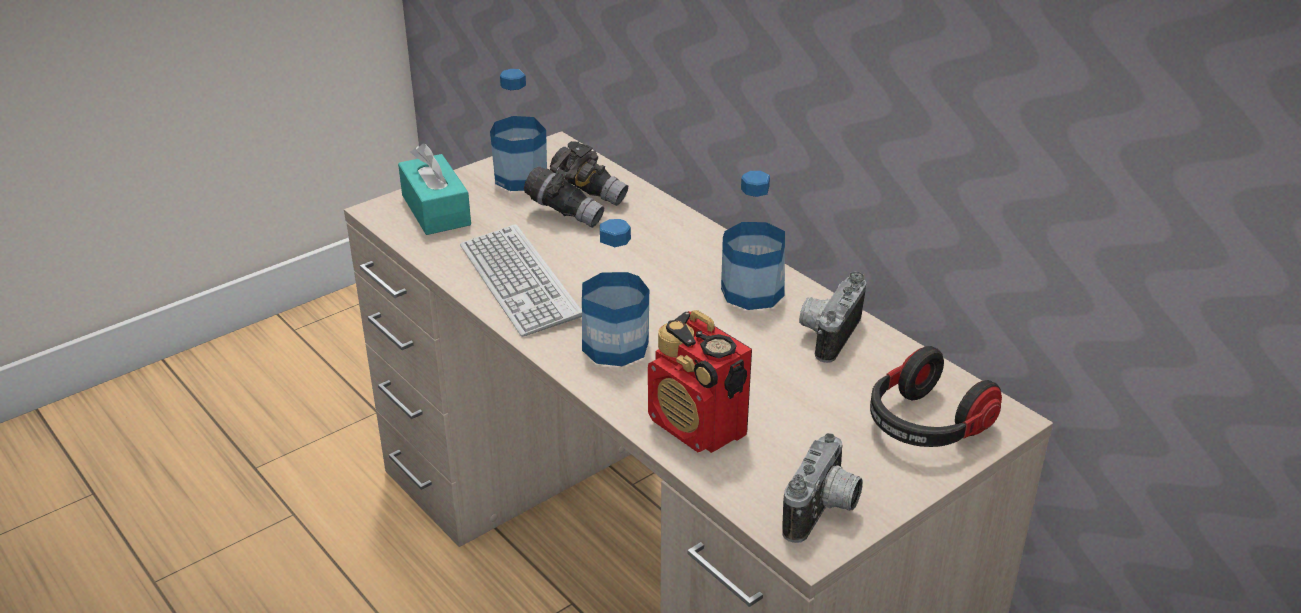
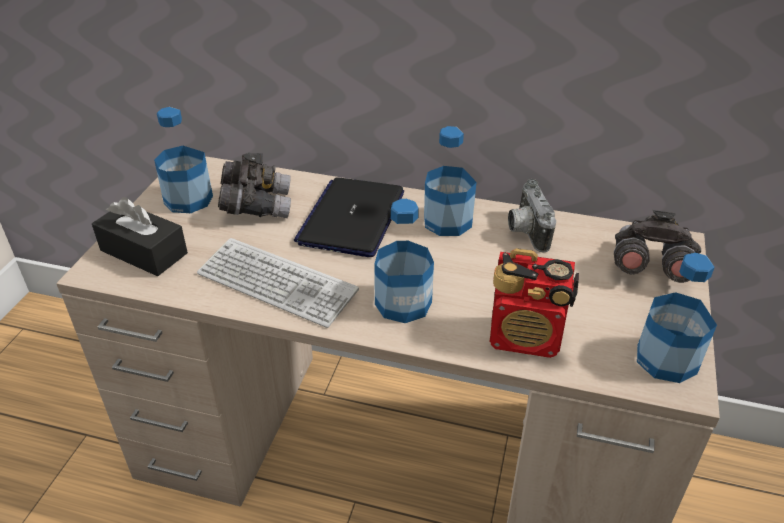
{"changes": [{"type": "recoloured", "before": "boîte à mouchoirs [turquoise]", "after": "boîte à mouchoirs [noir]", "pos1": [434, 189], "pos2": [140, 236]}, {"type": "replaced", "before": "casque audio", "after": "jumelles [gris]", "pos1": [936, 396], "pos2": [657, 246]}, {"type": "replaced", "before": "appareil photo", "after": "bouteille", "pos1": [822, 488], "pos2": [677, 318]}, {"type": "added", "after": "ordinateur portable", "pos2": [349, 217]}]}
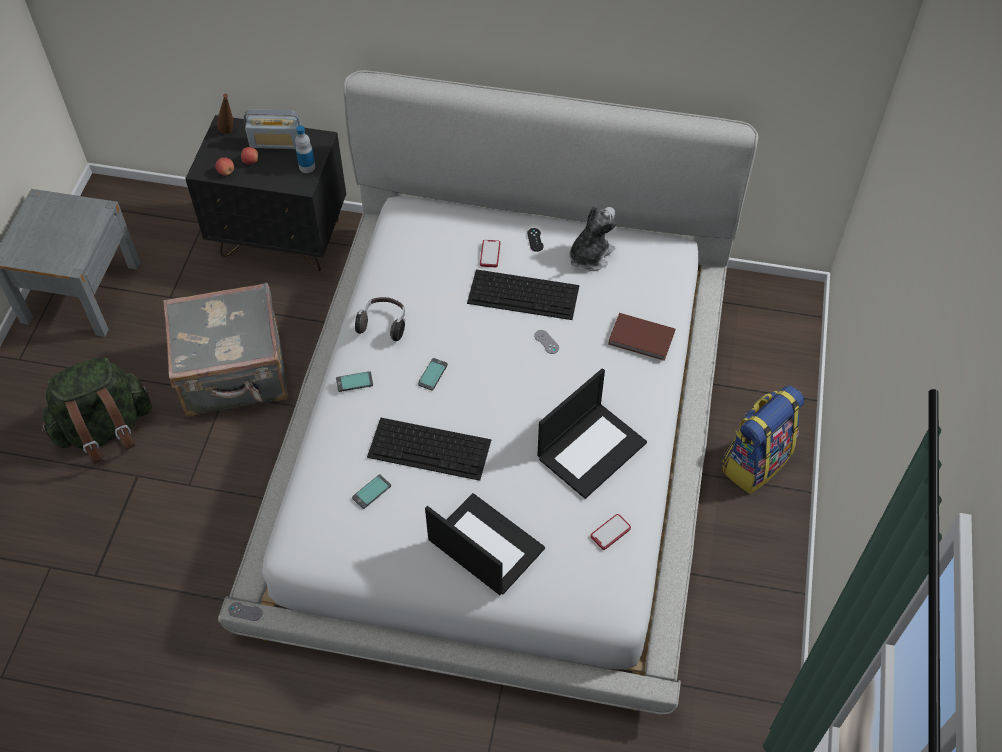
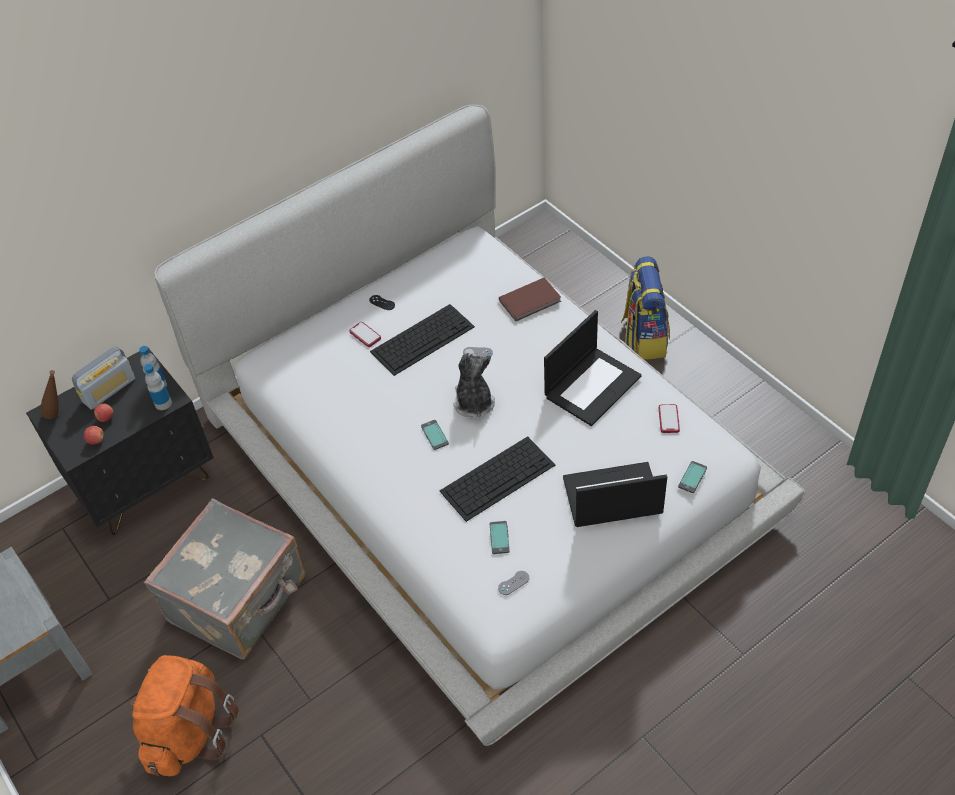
{"changes": [{"type": "moved", "before": "peluche", "pos1": [592, 238], "pos2": [474, 383]}, {"type": "removed", "before": "casque audio", "pos1": [380, 319]}, {"type": "recoloured", "before": "sac à dos [vert]", "after": "sac à dos [orange]", "pos1": [97, 411], "pos2": [185, 716]}, {"type": "turned", "before": "ordinateur portable", "pos1": [592, 433], "pos2": [593, 368], "turn": 45}, {"type": "moved", "before": "téléphone", "pos1": [354, 381], "pos2": [692, 477]}, {"type": "moved", "before": "manette [gris]", "pos1": [245, 611], "pos2": [513, 583]}, {"type": "added", "after": "bouteille", "pos2": [158, 387]}]}
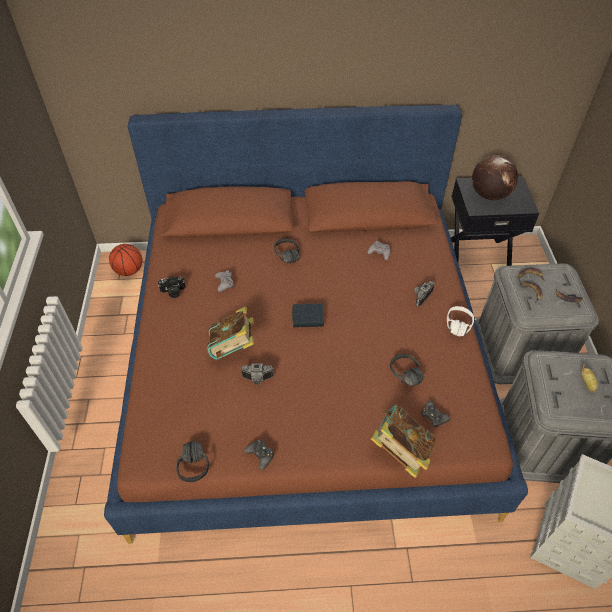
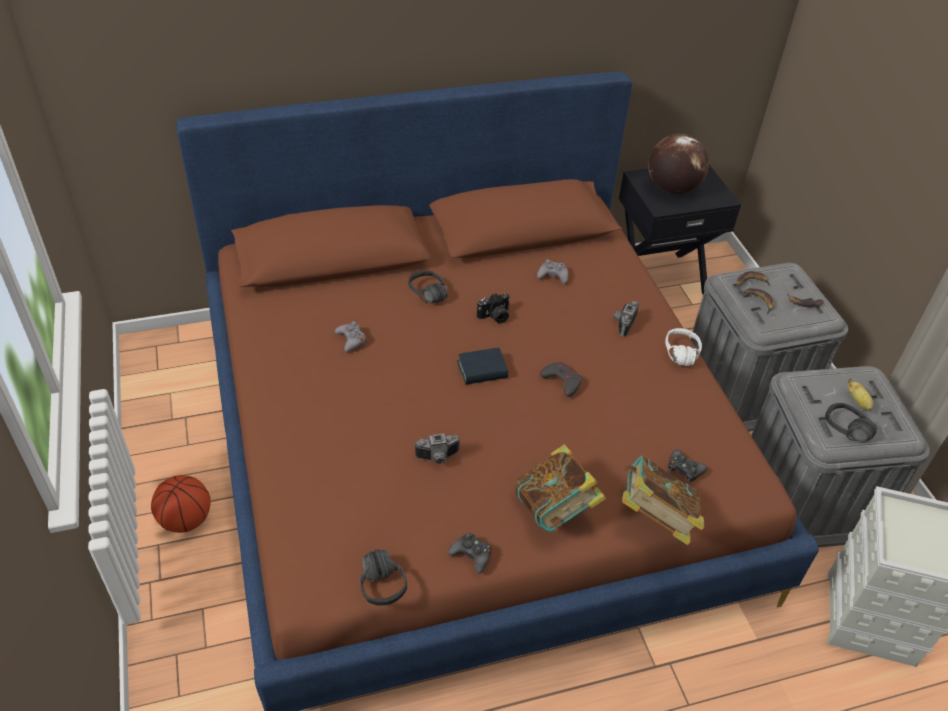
{"changes": [{"type": "moved", "before": "ballon de basket", "pos1": [126, 260], "pos2": [181, 504]}, {"type": "moved", "before": "appareil photo", "pos1": [171, 287], "pos2": [493, 308]}, {"type": "moved", "before": "livre", "pos1": [230, 333], "pos2": [560, 488]}, {"type": "moved", "before": "casque audio [noir]", "pos1": [407, 370], "pos2": [851, 422]}, {"type": "added", "after": "manette [gris]", "pos2": [561, 379]}]}
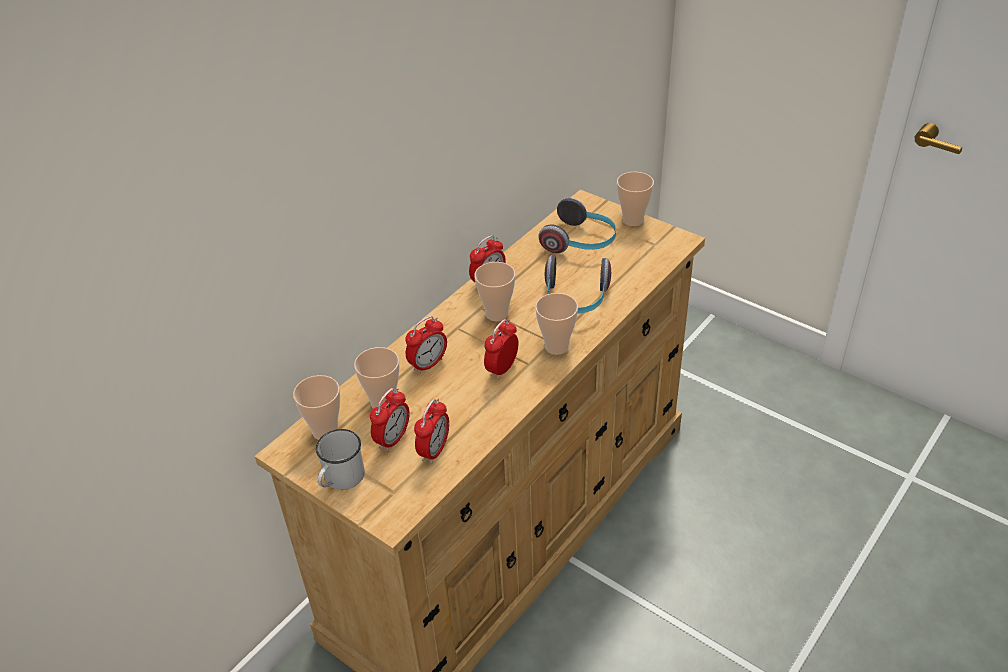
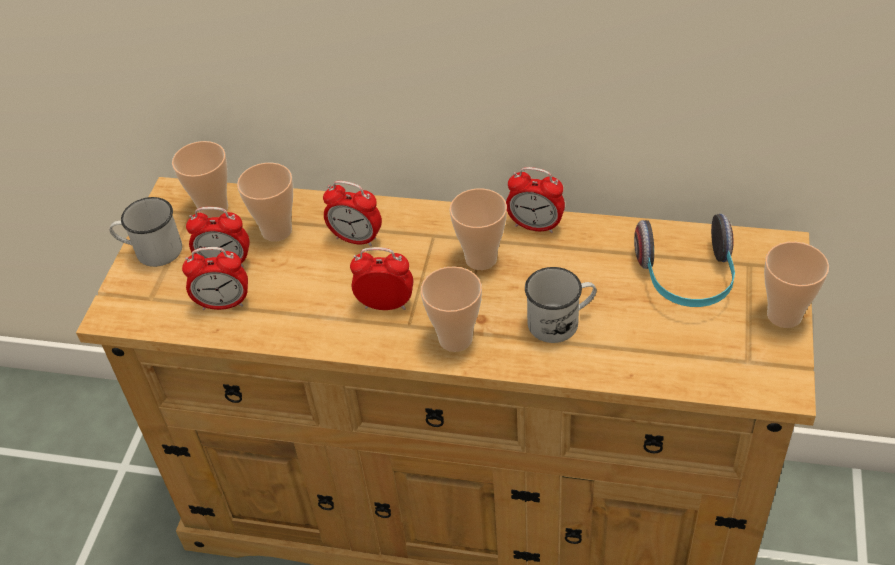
{"changes": [{"type": "replaced", "before": "casque audio", "after": "mug [blanc]", "pos1": [578, 284], "pos2": [561, 305]}]}
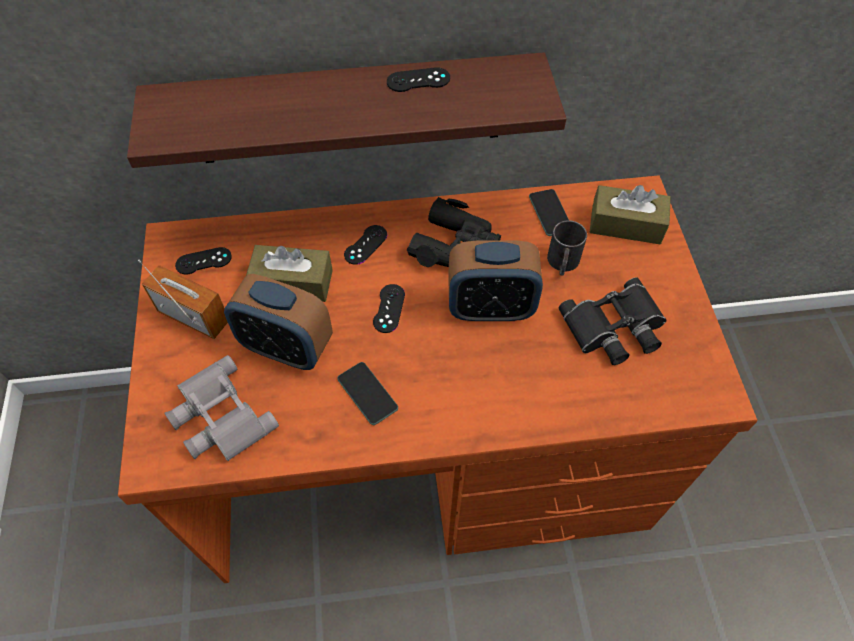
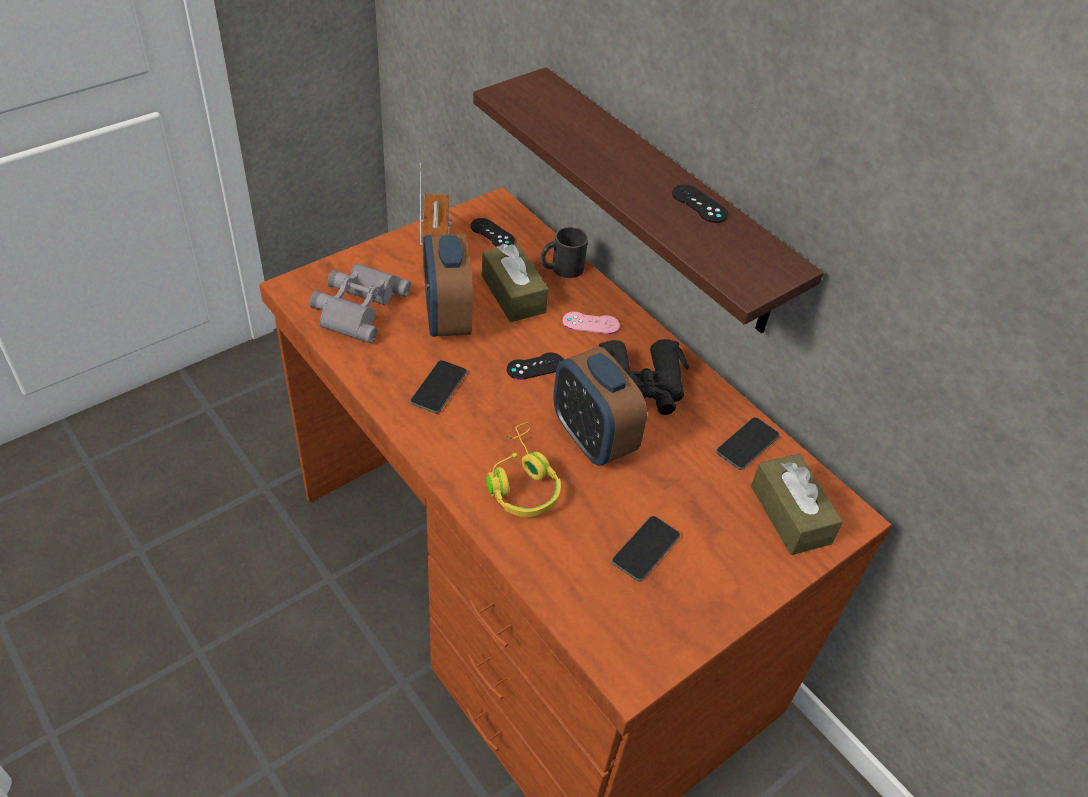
{"changes": [{"type": "moved", "before": "mug [noir]", "pos1": [567, 247], "pos2": [564, 252]}, {"type": "recoloured", "before": "manette [noir]", "after": "manette [rose]", "pos1": [365, 245], "pos2": [591, 323]}, {"type": "replaced", "before": "jumelles [noir]", "after": "téléphone", "pos1": [612, 321], "pos2": [646, 548]}, {"type": "added", "after": "casque audio [jaune]", "pos2": [523, 469]}]}
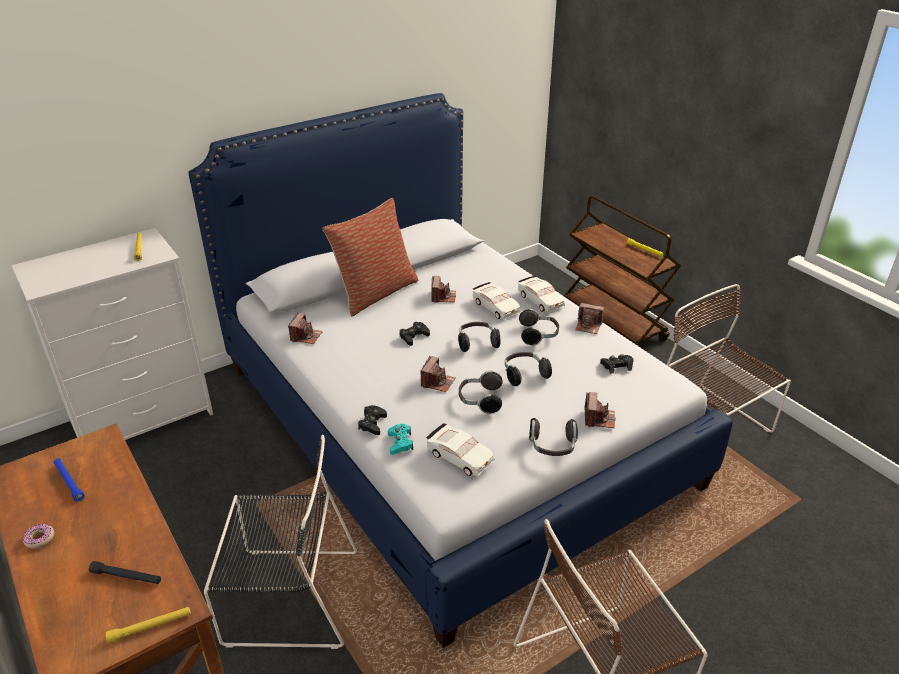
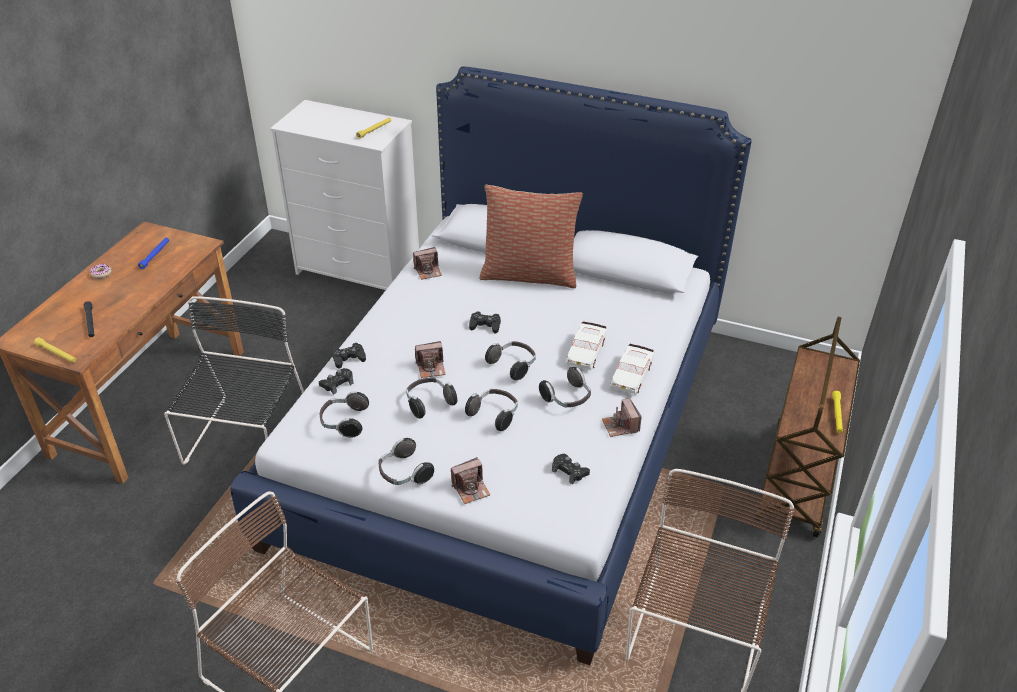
{"changes": [{"type": "removed", "before": "appareil photo", "pos1": [443, 289]}, {"type": "replaced", "before": "petite voiture [blanc]", "after": "casque audio", "pos1": [460, 449], "pos2": [344, 414]}, {"type": "recoloured", "before": "manette [turquoise]", "after": "manette [noir]", "pos1": [400, 439], "pos2": [336, 381]}, {"type": "turned", "before": "chaise [noir]", "pos1": [280, 542], "pos2": [234, 380], "turn": -135}]}
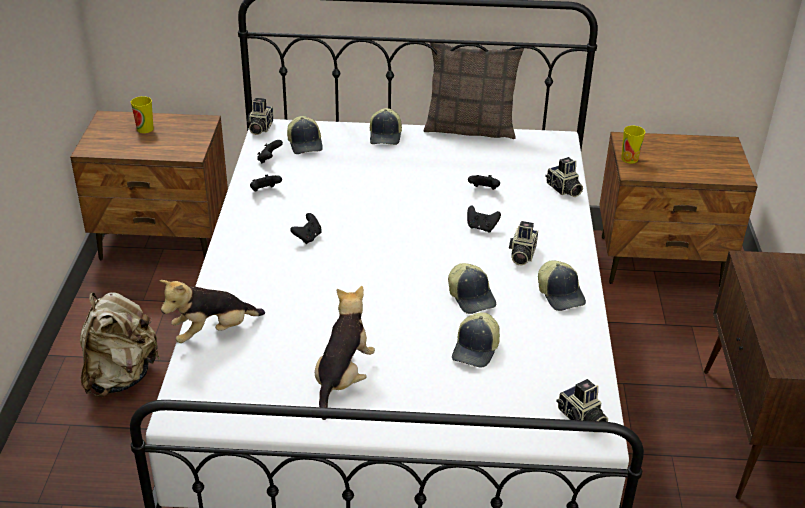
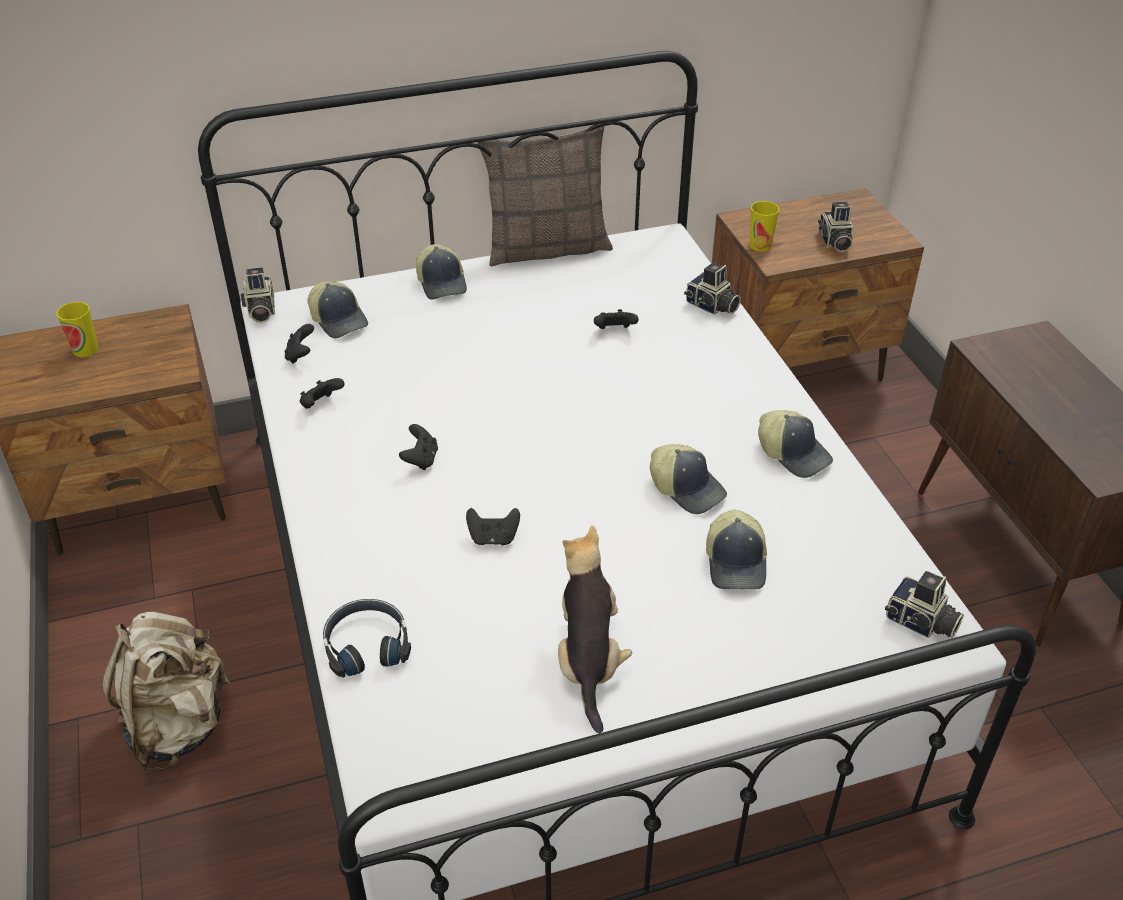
{"changes": [{"type": "moved", "before": "manette [noir]", "pos1": [484, 219], "pos2": [493, 526]}, {"type": "moved", "before": "appareil photo", "pos1": [523, 243], "pos2": [835, 227]}, {"type": "replaced", "before": "peluche", "after": "casque audio [noir]", "pos1": [212, 311], "pos2": [367, 638]}]}
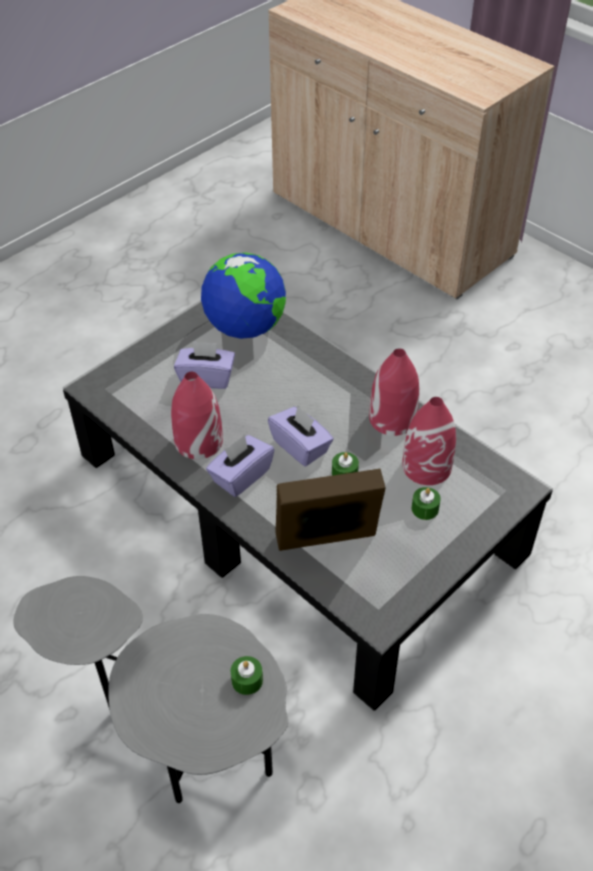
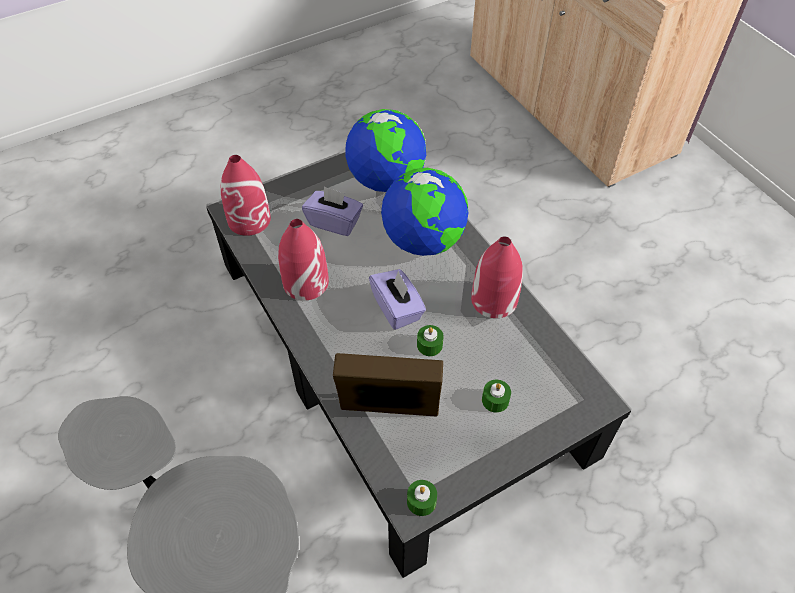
{"changes": [{"type": "moved", "before": "vase [rouge]", "pos1": [429, 441], "pos2": [245, 195]}, {"type": "removed", "before": "boîte à mouchoirs [violet]", "pos1": [240, 466]}, {"type": "moved", "before": "bougie [vert]", "pos1": [247, 675], "pos2": [422, 498]}, {"type": "added", "after": "globe", "pos2": [424, 212]}]}
